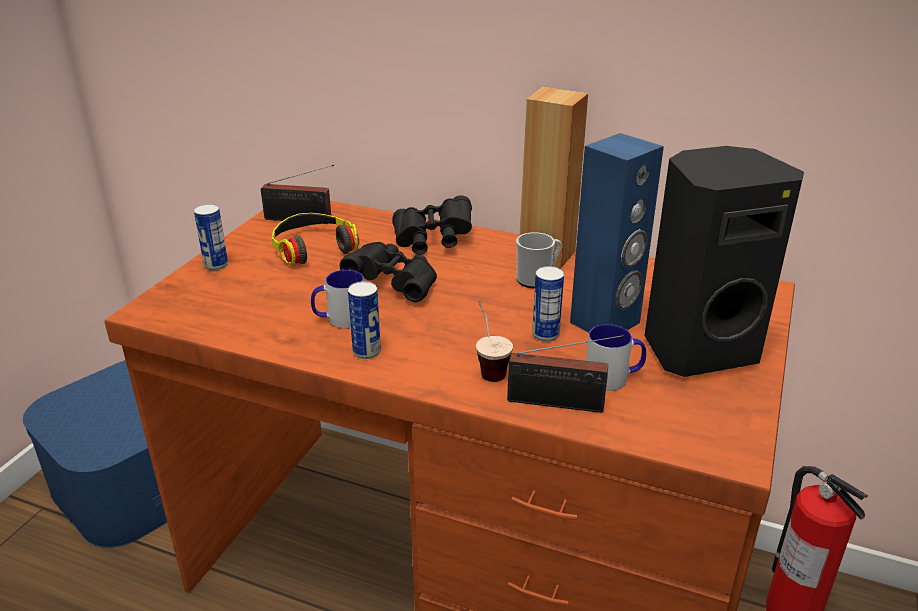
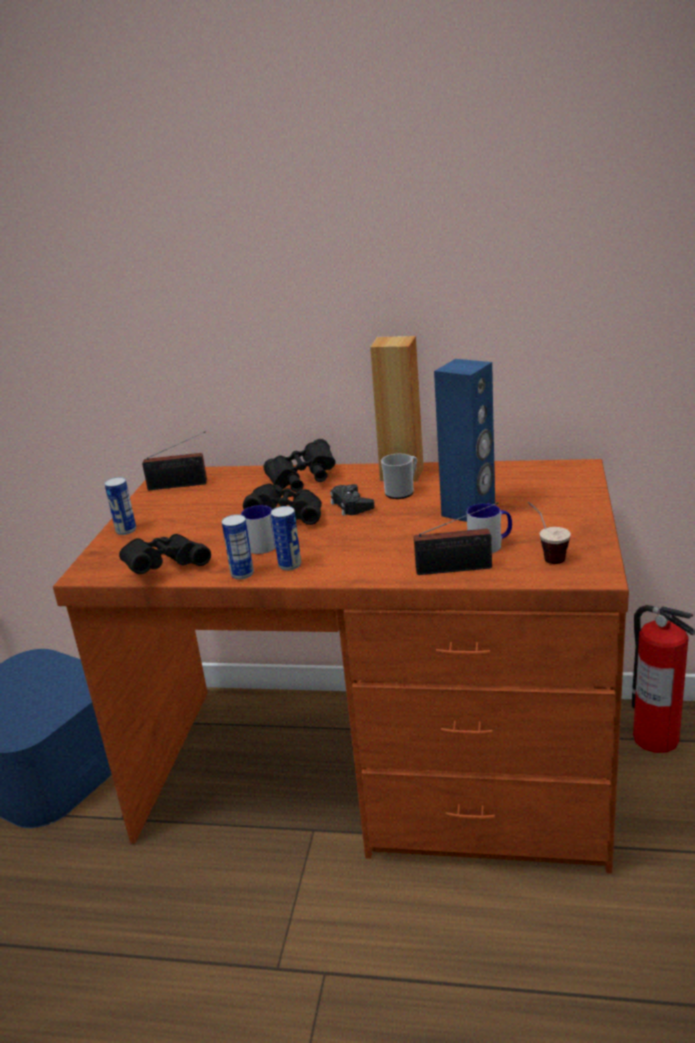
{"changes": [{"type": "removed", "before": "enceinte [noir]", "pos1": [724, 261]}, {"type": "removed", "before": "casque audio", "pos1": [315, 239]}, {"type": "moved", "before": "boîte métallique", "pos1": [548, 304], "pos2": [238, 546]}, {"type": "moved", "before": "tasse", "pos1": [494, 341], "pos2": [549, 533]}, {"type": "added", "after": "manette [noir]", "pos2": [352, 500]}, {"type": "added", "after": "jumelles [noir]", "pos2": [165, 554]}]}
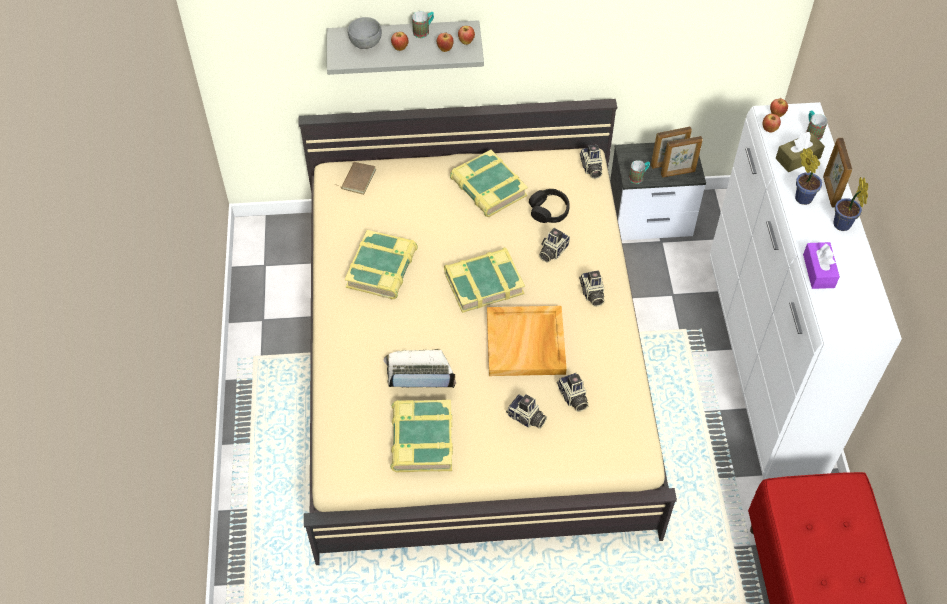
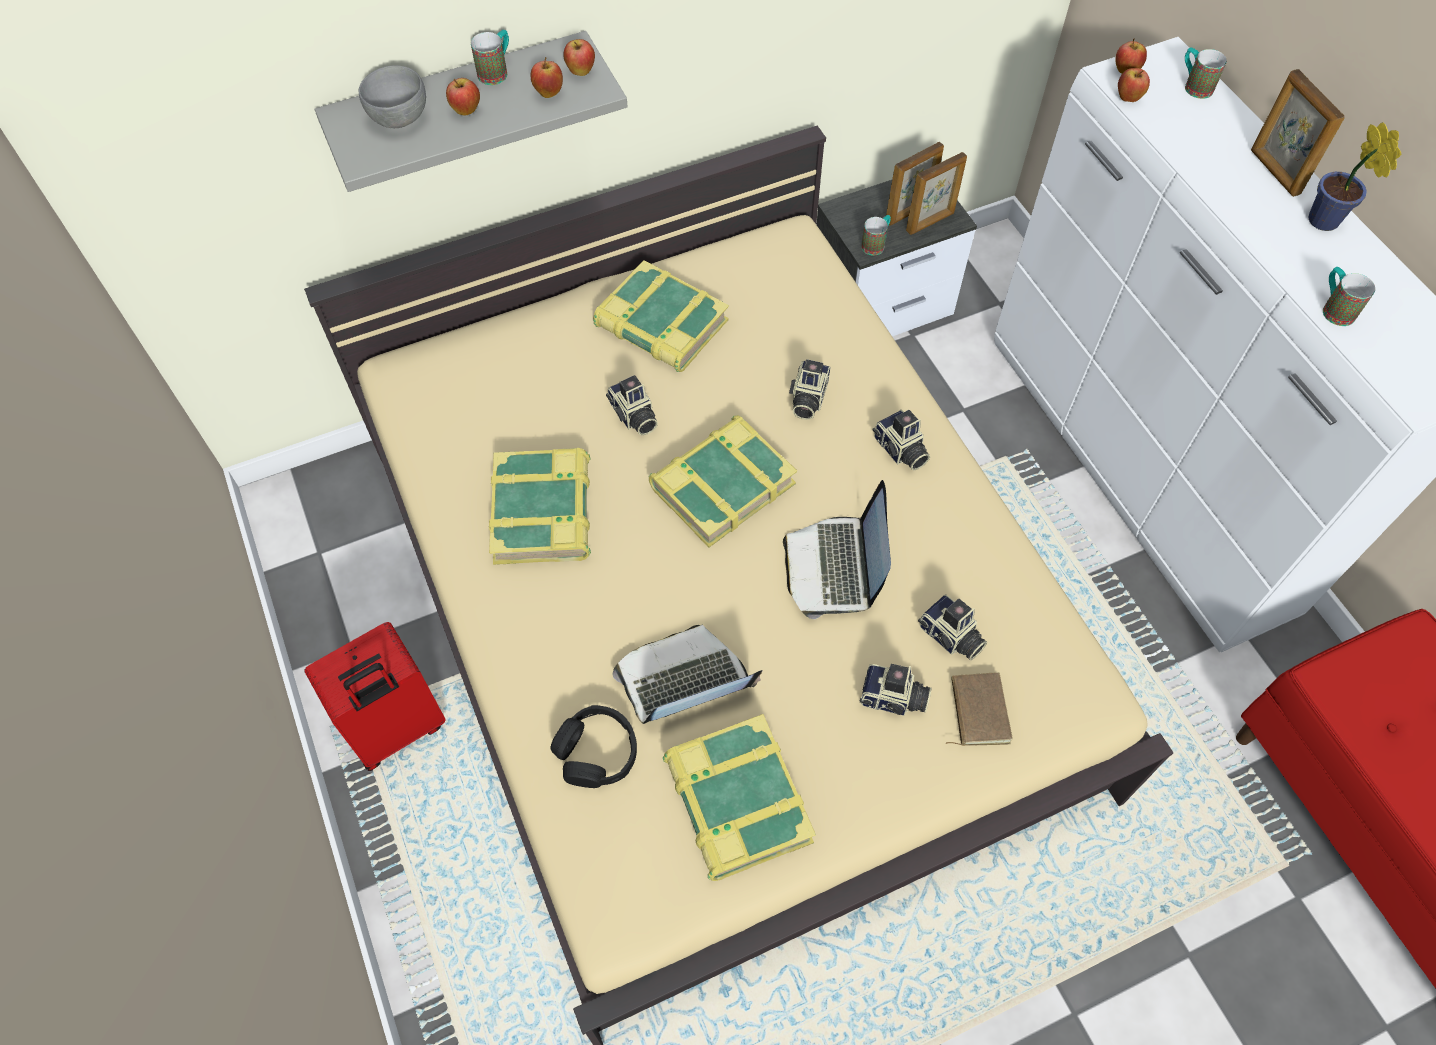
{"changes": [{"type": "removed", "before": "boîte à mouchoirs [marron]", "pos1": [800, 152]}, {"type": "moved", "before": "appareil photo", "pos1": [591, 162], "pos2": [632, 405]}, {"type": "removed", "before": "plante en pot", "pos1": [808, 176]}, {"type": "moved", "before": "livre [marron]", "pos1": [356, 178], "pos2": [979, 709]}, {"type": "moved", "before": "casque audio [noir]", "pos1": [549, 206], "pos2": [594, 746]}, {"type": "replaced", "before": "boîte à mouchoirs [violet]", "after": "mug", "pos1": [821, 265], "pos2": [1349, 296]}, {"type": "replaced", "before": "plateau [beige]", "after": "ordinateur portable", "pos1": [527, 341], "pos2": [837, 549]}, {"type": "added", "after": "valise [rouge]", "pos2": [375, 696]}]}
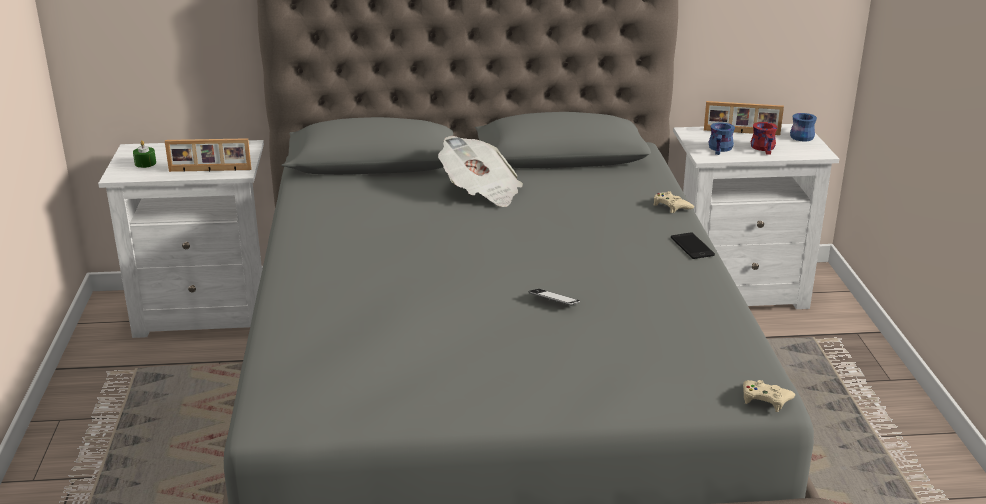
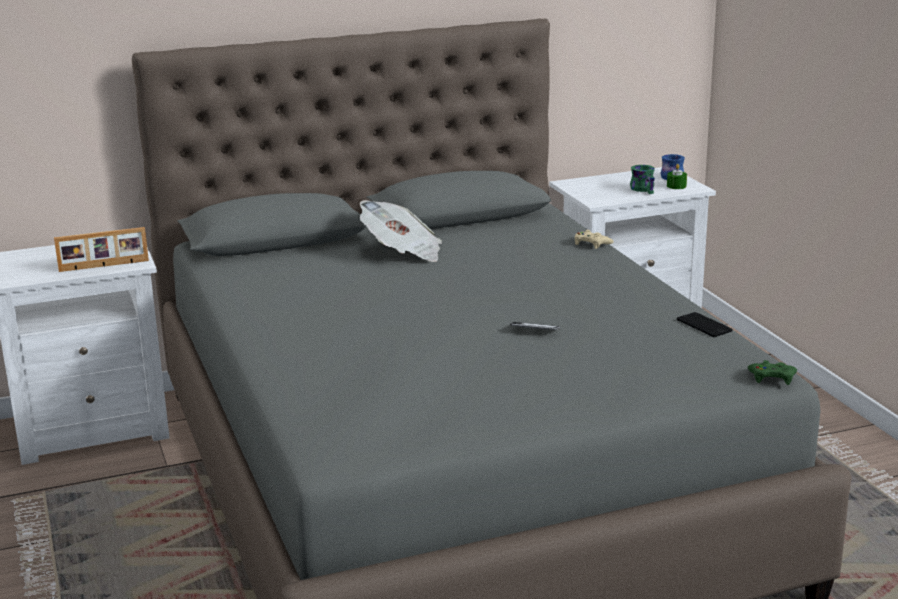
{"changes": [{"type": "removed", "before": "cadre photo", "pos1": [744, 118]}, {"type": "removed", "before": "mug [bleu]", "pos1": [721, 138]}, {"type": "recoloured", "before": "mug [rouge]", "after": "mug [vert]", "pos1": [764, 138], "pos2": [642, 179]}, {"type": "moved", "before": "bougie [vert]", "pos1": [144, 154], "pos2": [677, 176]}, {"type": "moved", "before": "téléphone", "pos1": [693, 246], "pos2": [704, 324]}, {"type": "recoloured", "before": "manette [beige]", "after": "manette [vert]", "pos1": [769, 396], "pos2": [772, 372]}]}
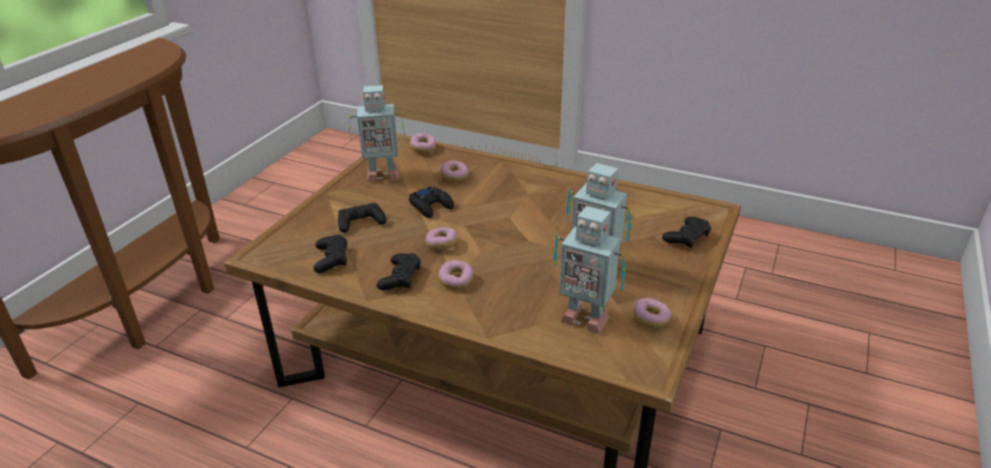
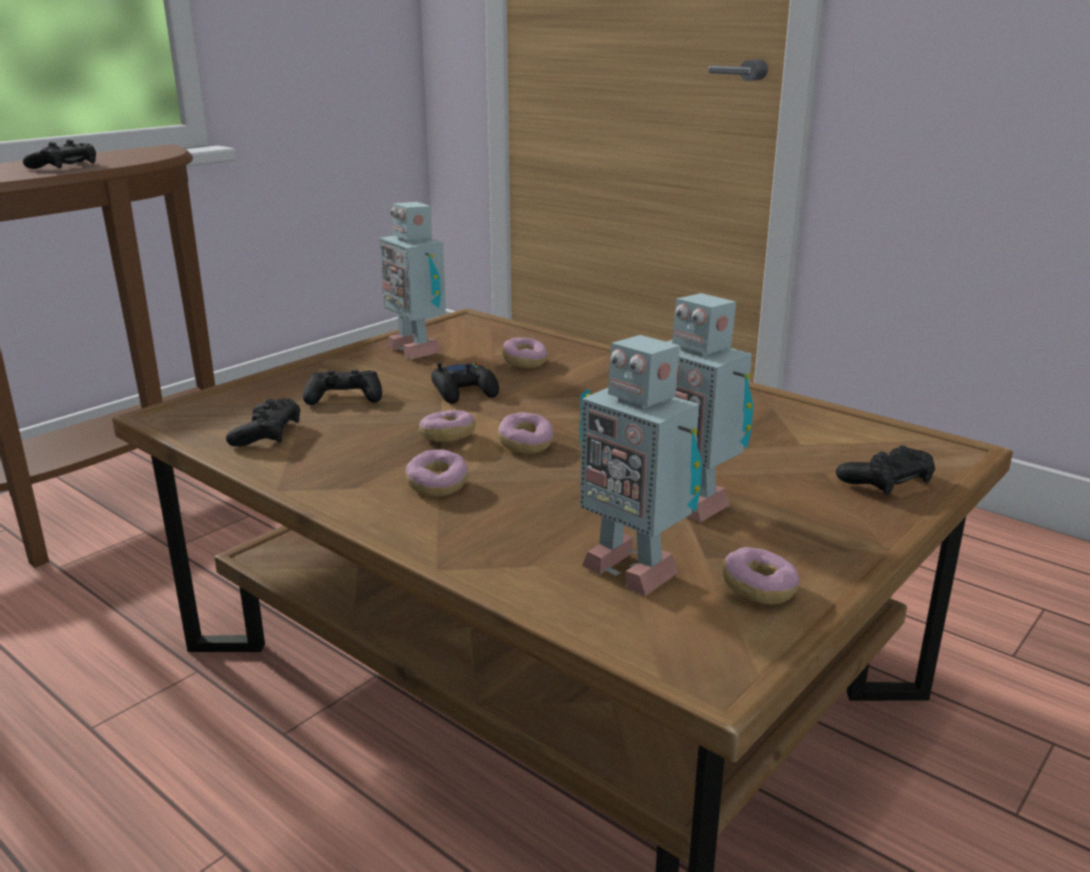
{"changes": [{"type": "turned", "before": "robot jouet", "pos1": [376, 133], "pos2": [413, 280], "turn": 45}, {"type": "moved", "before": "beignet", "pos1": [423, 143], "pos2": [525, 433]}, {"type": "moved", "before": "manette [noir]", "pos1": [399, 271], "pos2": [59, 154]}]}
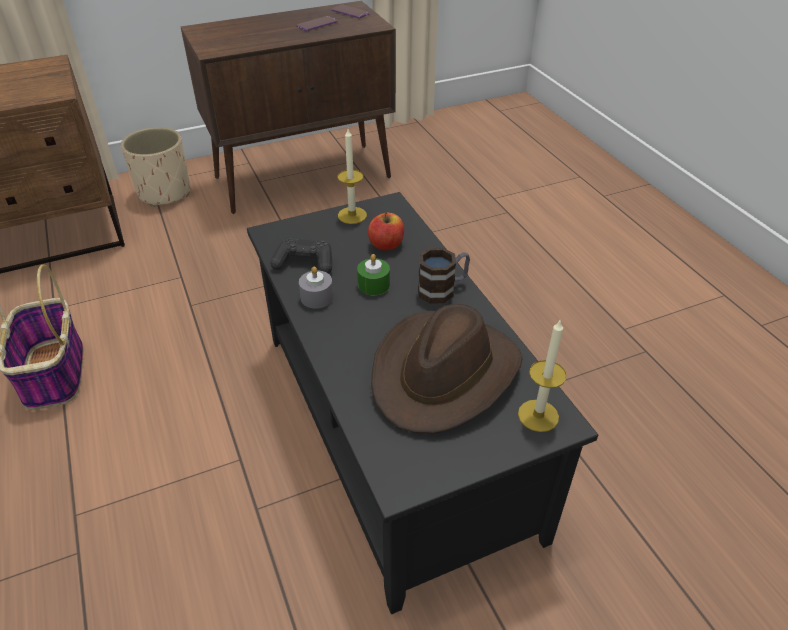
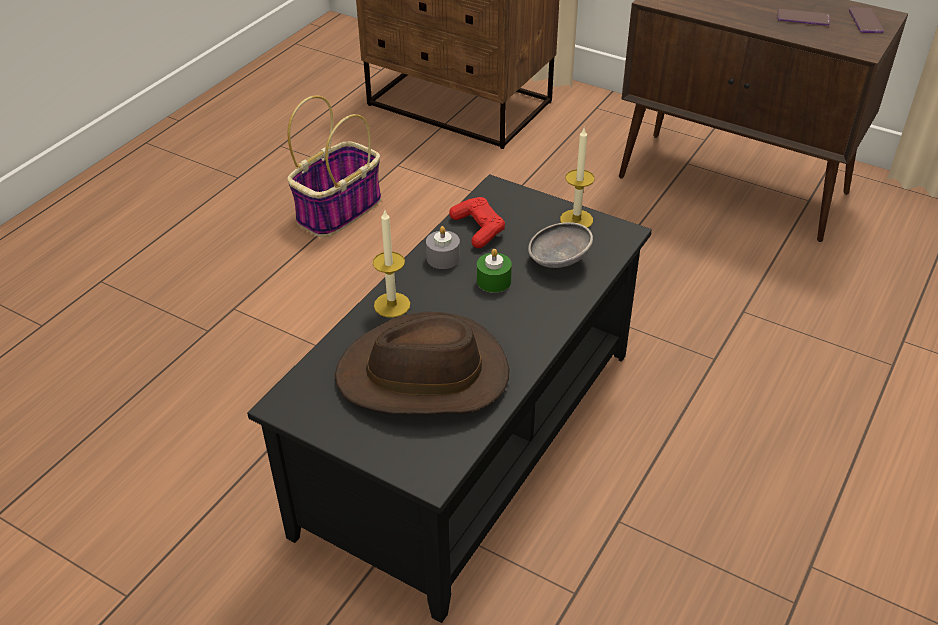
{"changes": [{"type": "removed", "before": "cache-pot [beige]", "pos1": [155, 167]}, {"type": "replaced", "before": "pomme", "after": "bol [gris]", "pos1": [386, 231], "pos2": [560, 245]}, {"type": "recoloured", "before": "manette [noir]", "after": "manette [rouge]", "pos1": [301, 255], "pos2": [477, 222]}, {"type": "removed", "before": "mug", "pos1": [444, 276]}, {"type": "moved", "before": "bougie", "pos1": [542, 376], "pos2": [391, 263]}]}
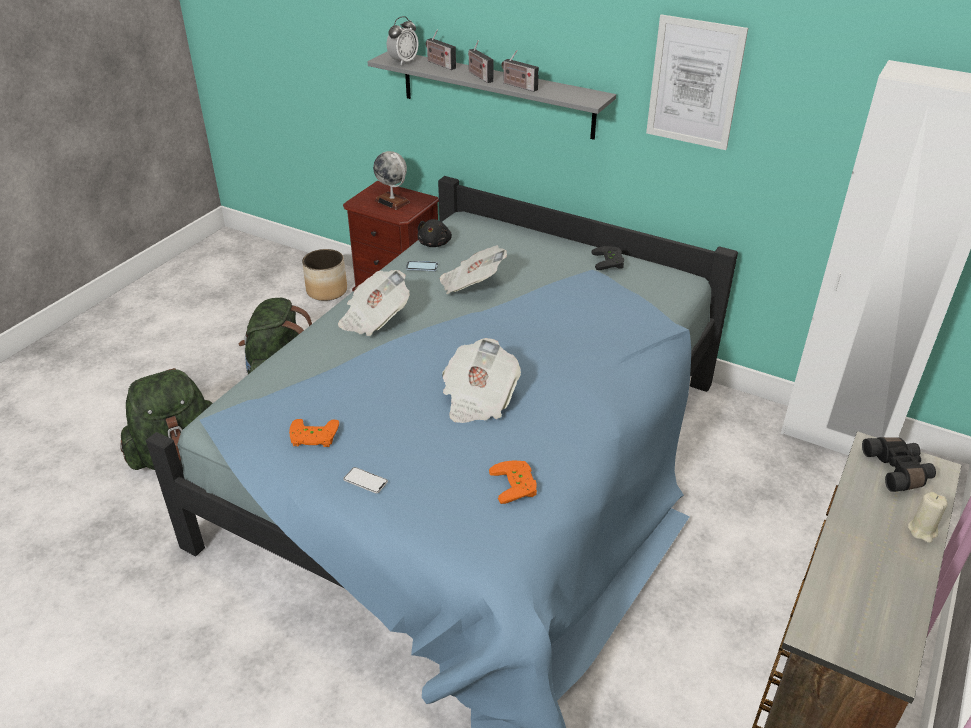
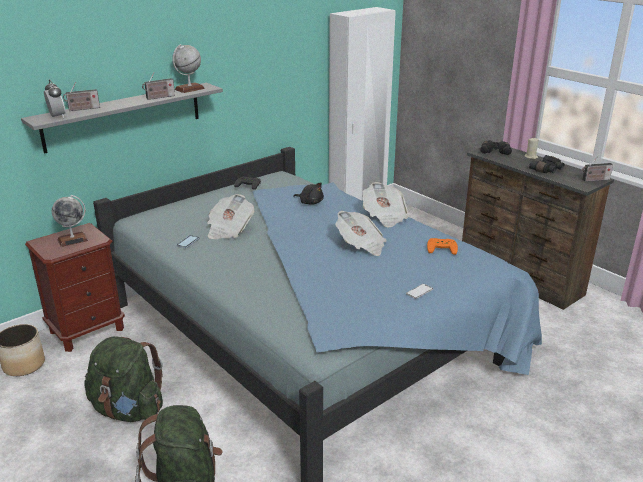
{"changes": [{"type": "removed", "before": "tableau", "pos1": [697, 82]}, {"type": "moved", "before": "radio", "pos1": [480, 61], "pos2": [597, 169]}, {"type": "moved", "before": "peluche [noir]", "pos1": [435, 233], "pos2": [308, 193]}, {"type": "moved", "before": "journal", "pos1": [374, 303], "pos2": [385, 205]}, {"type": "removed", "before": "manette [orange]", "pos1": [314, 433]}, {"type": "added", "after": "globe", "pos2": [188, 68]}, {"type": "added", "after": "jumelles [noir]", "pos2": [546, 164]}]}
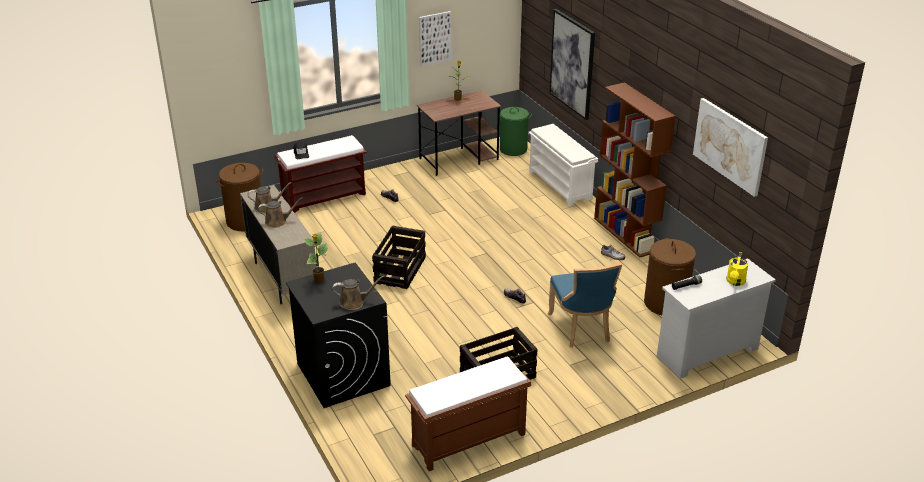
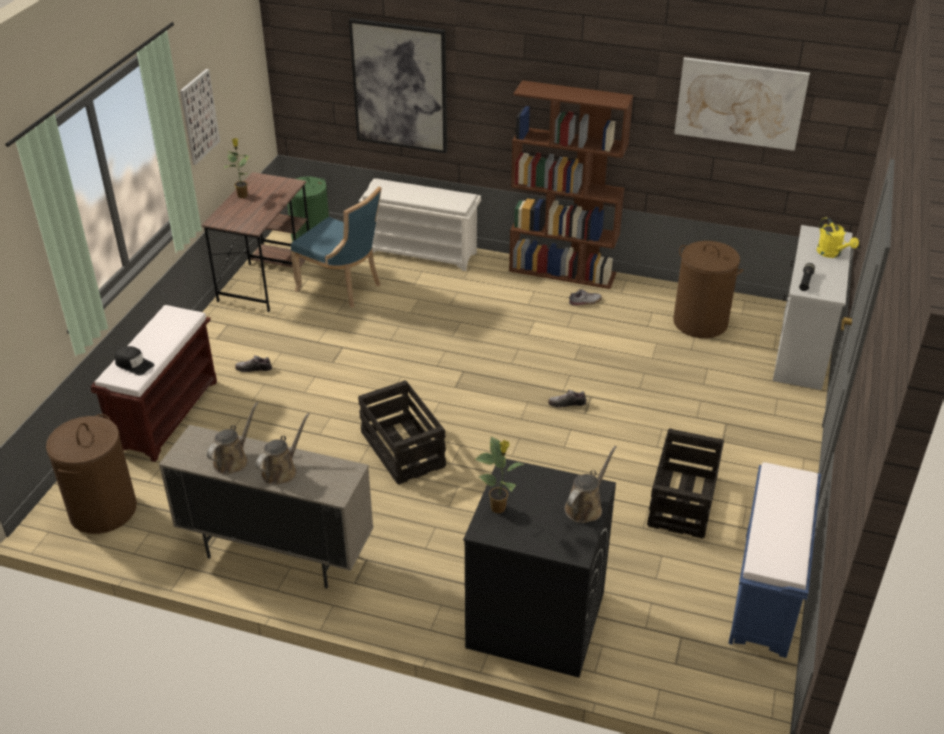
{"changes": [{"type": "moved", "before": "chaise [bleu]", "pos1": [585, 305], "pos2": [336, 247]}, {"type": "recoloured", "before": "banc [marron]", "after": "banc [bleu]", "pos1": [468, 413], "pos2": [775, 560]}]}
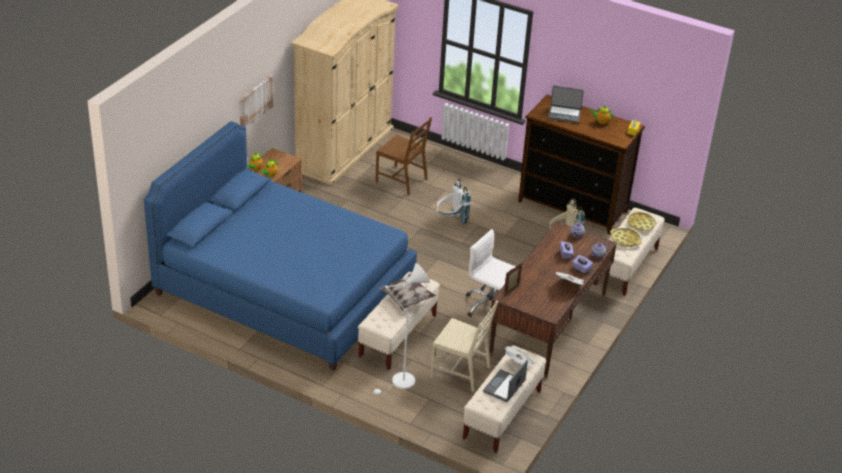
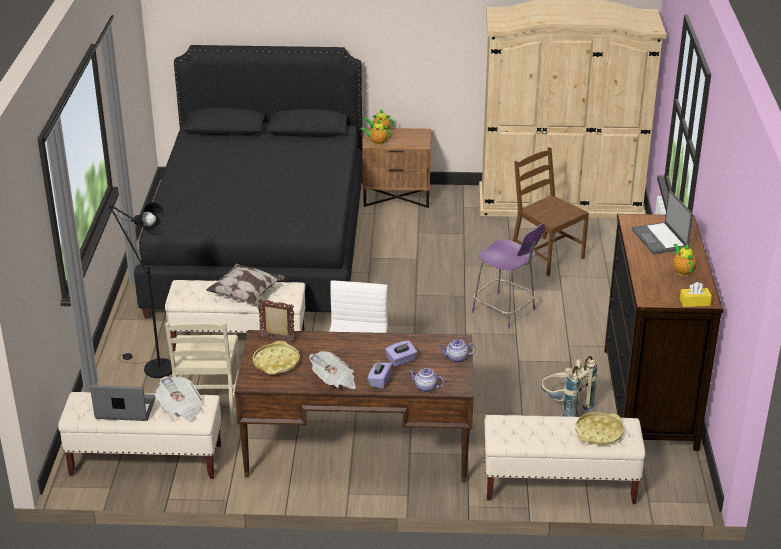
{"changes": [{"type": "removed", "before": "tableau", "pos1": [256, 101]}, {"type": "turned", "before": "chaise [marron]", "pos1": [404, 156], "pos2": [551, 211], "turn": 135}, {"type": "recoloured", "before": "lit [bleu]", "after": "lit [noir]", "pos1": [280, 246], "pos2": [248, 181]}, {"type": "replaced", "before": "sac à dos [blanc]", "after": "chaise [violet]", "pos1": [453, 201], "pos2": [509, 276]}, {"type": "moved", "before": "plateau [jaune]", "pos1": [626, 237], "pos2": [276, 357]}, {"type": "recoloured", "before": "lampadaire [blanc]", "after": "lampadaire [noir]", "pos1": [402, 330], "pos2": [140, 290]}]}
